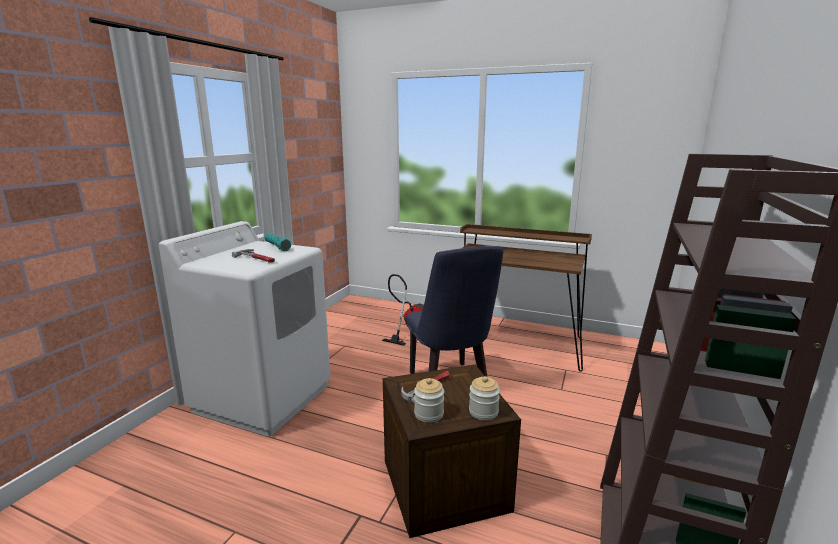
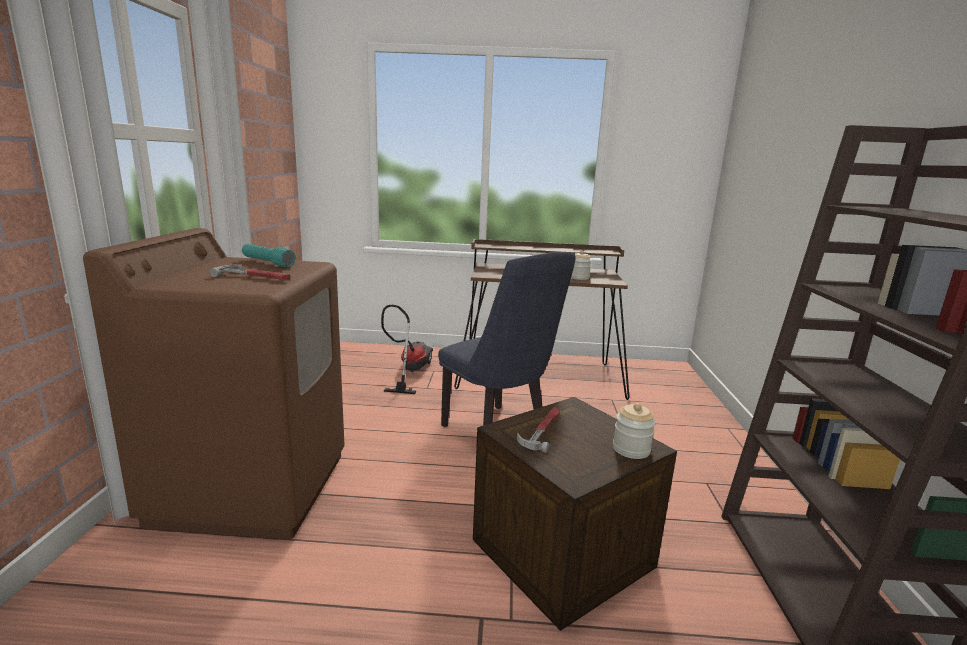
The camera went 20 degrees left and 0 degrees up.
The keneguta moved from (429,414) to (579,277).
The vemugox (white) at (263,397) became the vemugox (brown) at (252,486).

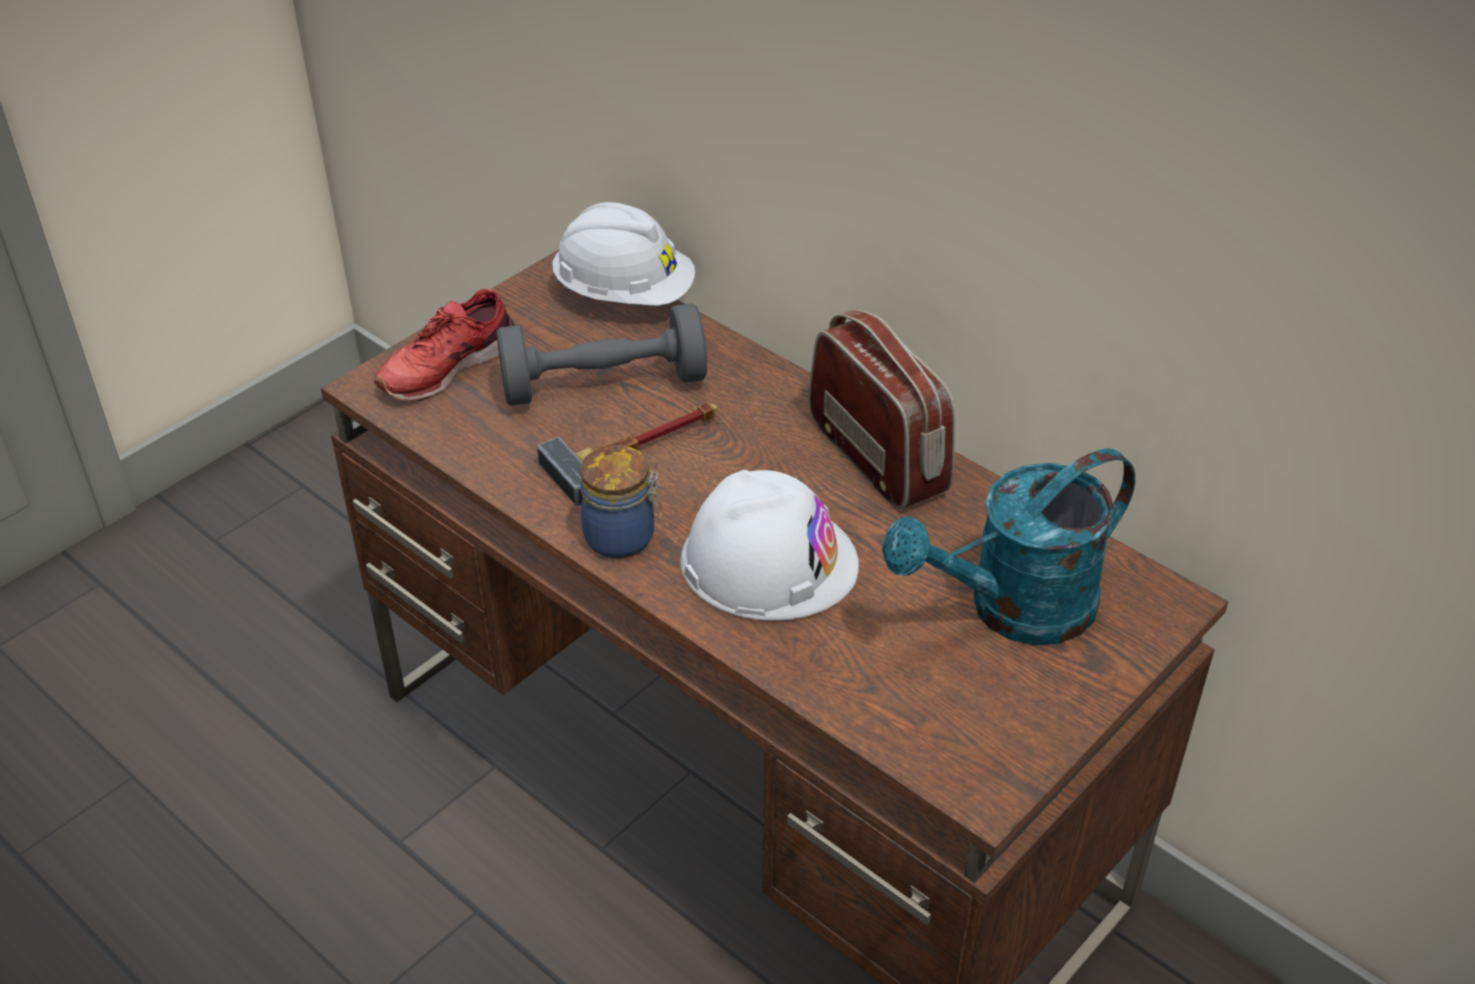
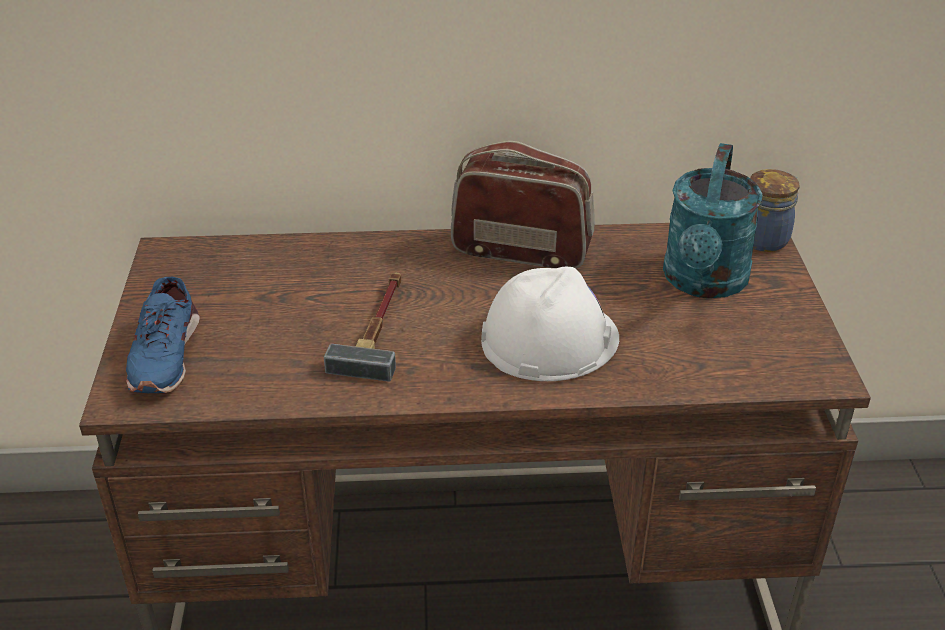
The camera went 45 degrees left and 5 degrees down.
The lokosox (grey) at (604,384) disappeared.
The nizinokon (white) at (624,294) disappeared.
The keneguta moved from (623,538) to (765,239).
The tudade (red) at (447,365) became the tudade (blue) at (164,355).

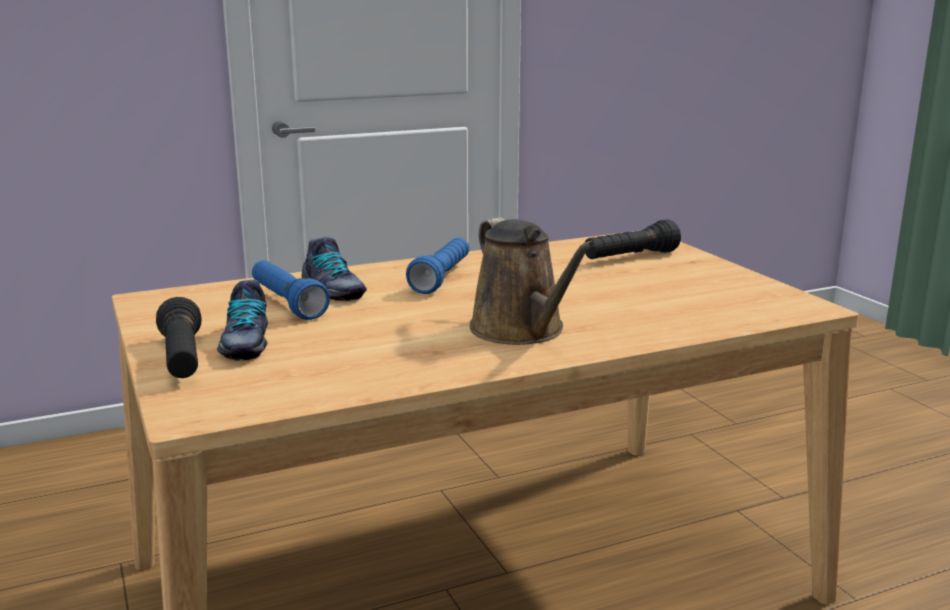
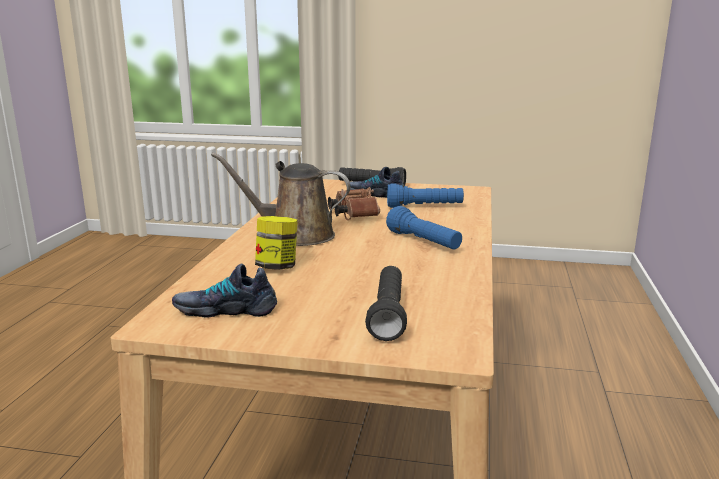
The camera went 125 degrees right and 0 degrees up.
The keneguta at (277,267) appeared.
The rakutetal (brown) at (353,214) appeared.
The tudade moved from (332,290) to (226,309).

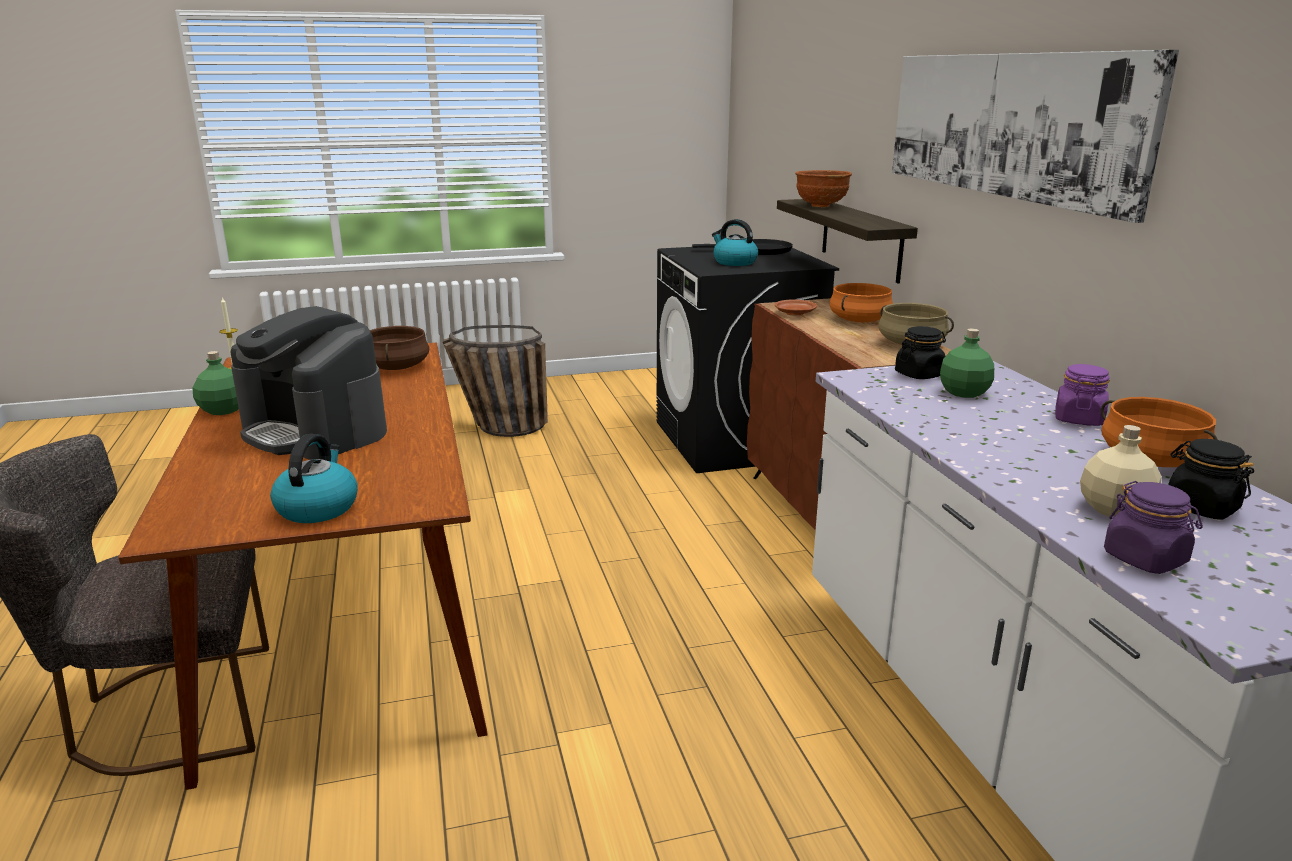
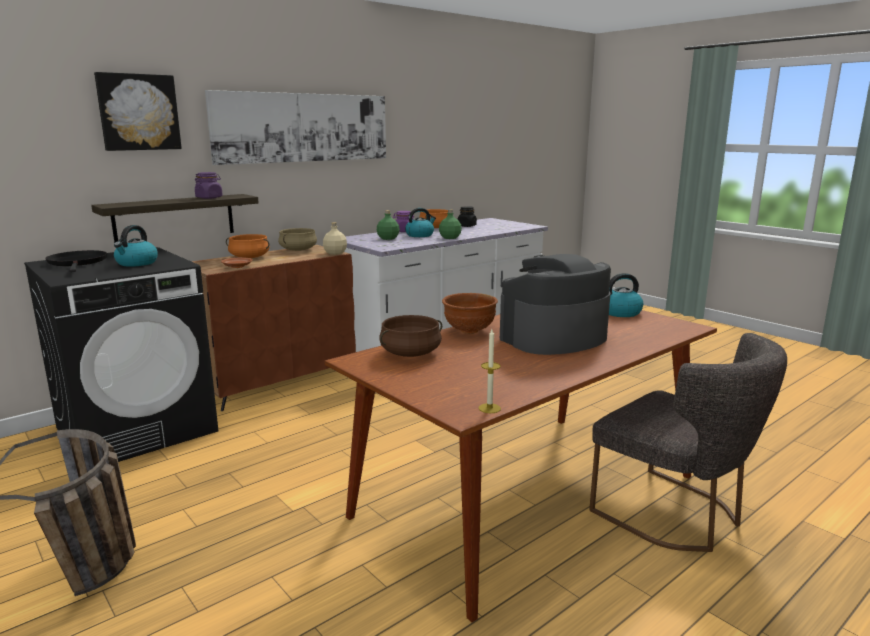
The camera went 115 degrees left and 5 degrees down.
The keneguta (black) at (919,374) disappeared.
The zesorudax at (138,112) appeared.
The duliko at (420,235) appeared.
The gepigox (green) moved from (223,410) to (450,238).
The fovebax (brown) moved from (821,206) to (468,331).
The gepigox (beige) moved from (1113,510) to (335,253).
The keneguta (purple) moved from (1145,559) to (209,198).
The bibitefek at (315,431) turned 135 degrees counterclockwise.

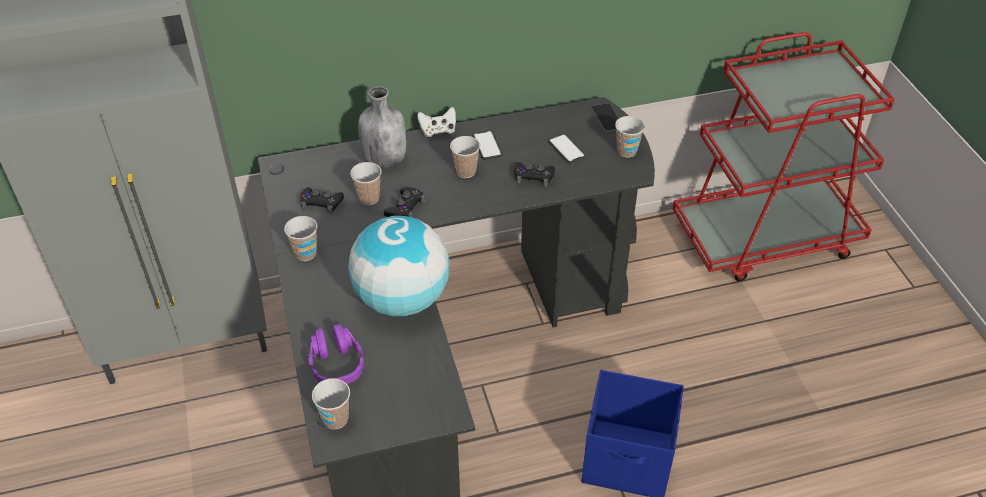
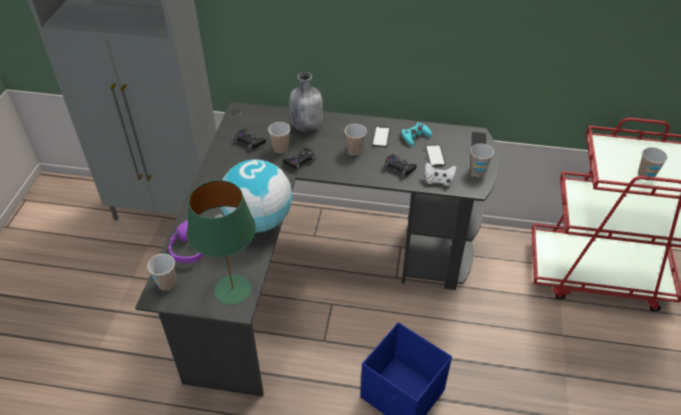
The camera went 25 degrees right and 0 degrees up.
The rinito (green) at (232,290) appeared.
The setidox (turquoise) at (415,136) appeared.
The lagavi moved from (305,253) to (645,175).
The setidox (white) moved from (438,131) to (438,181).

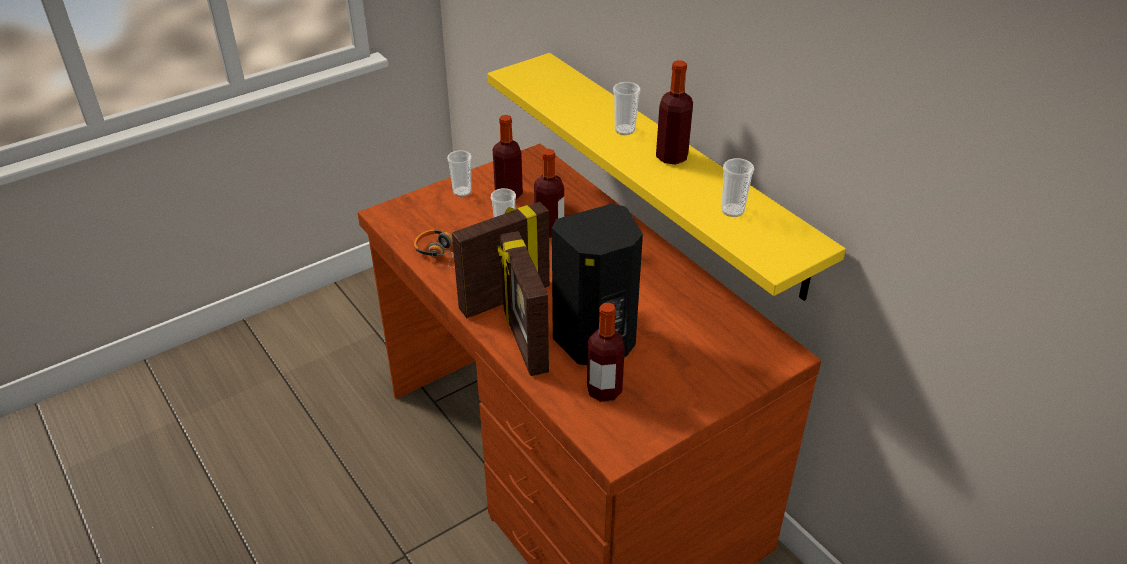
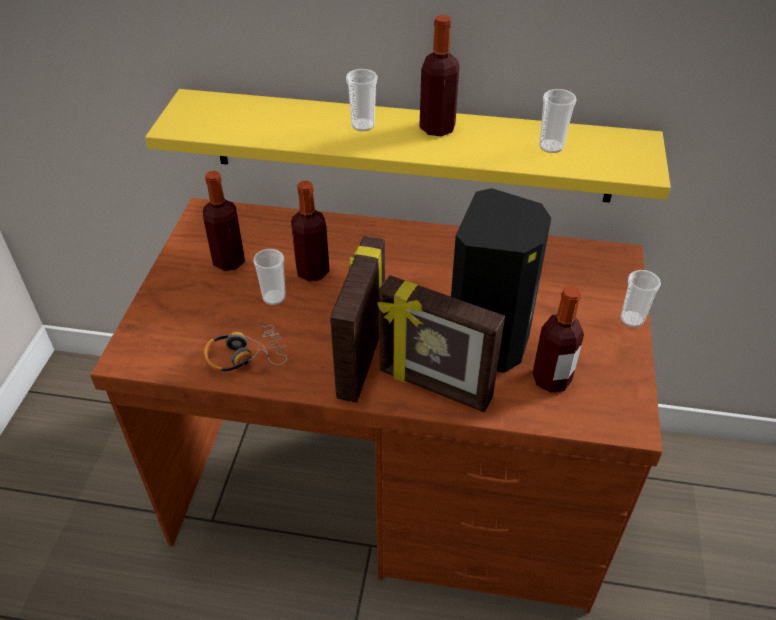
The camera went 45 degrees left and 5 degrees up.
The lagavi moved from (462,192) to (632,319).

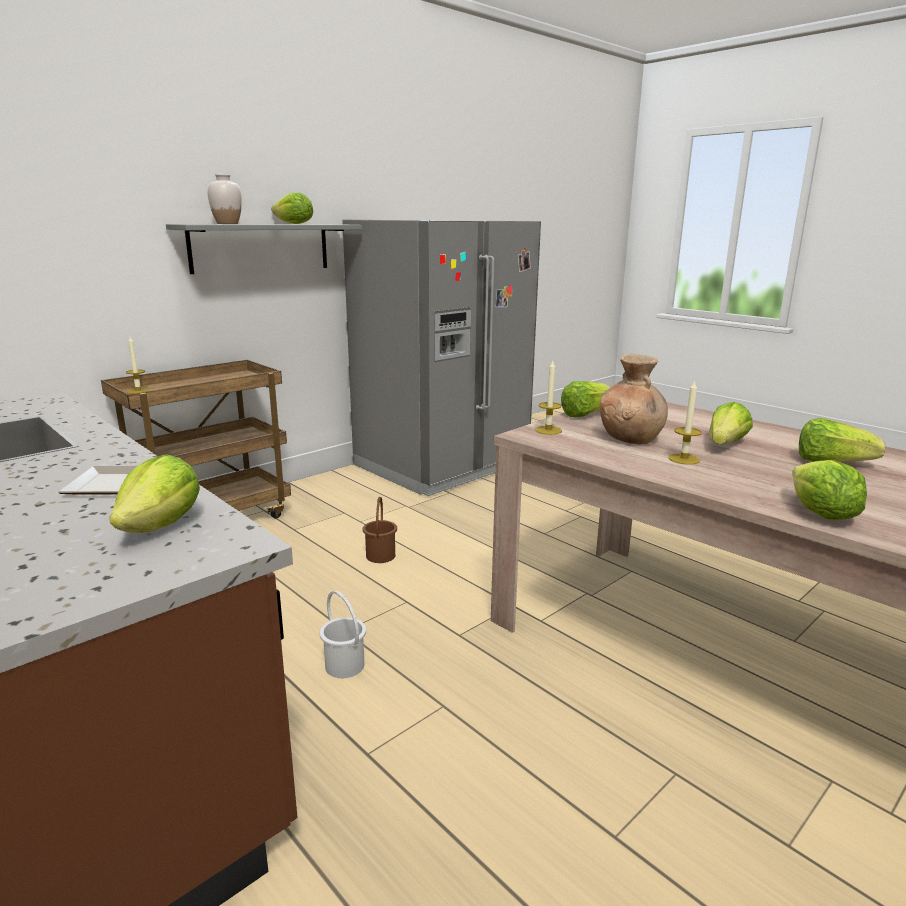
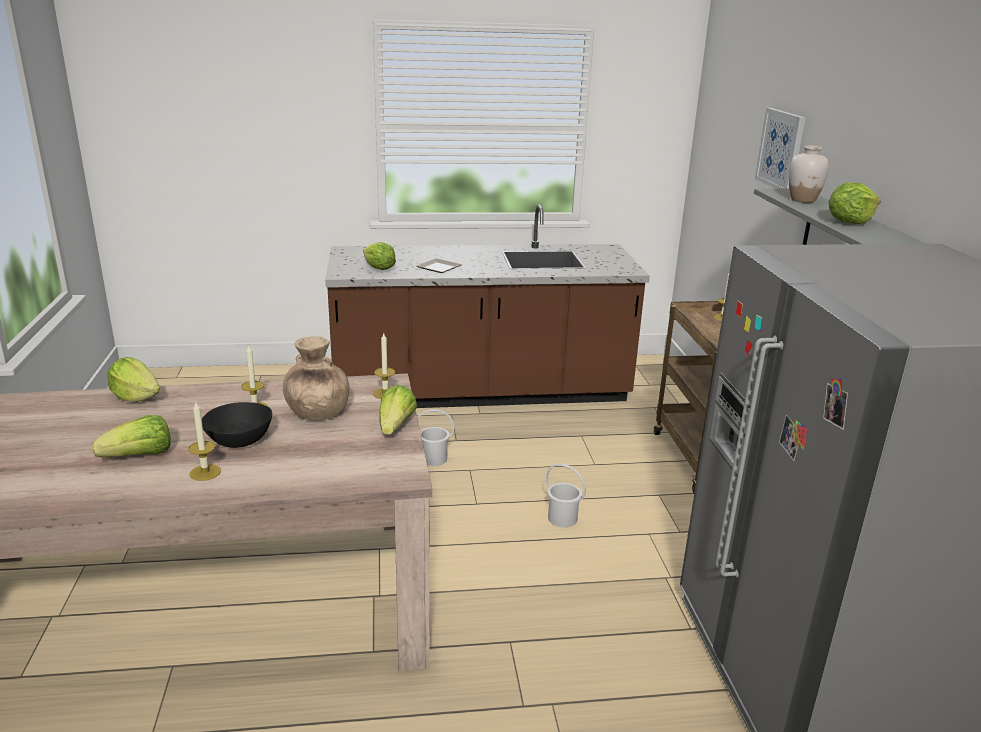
The camera went 125 degrees right and 5 degrees up.
The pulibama at (205,472) appeared.
The zesorudax at (781,150) appeared.
The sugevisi at (725,445) was replaced by the fovebax (black) at (239,440).
The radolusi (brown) at (380,556) became the radolusi (white) at (562,518).

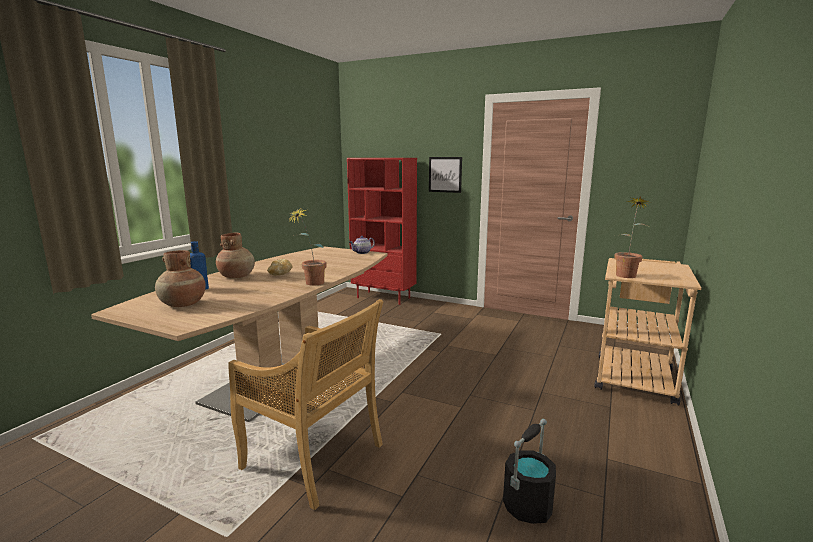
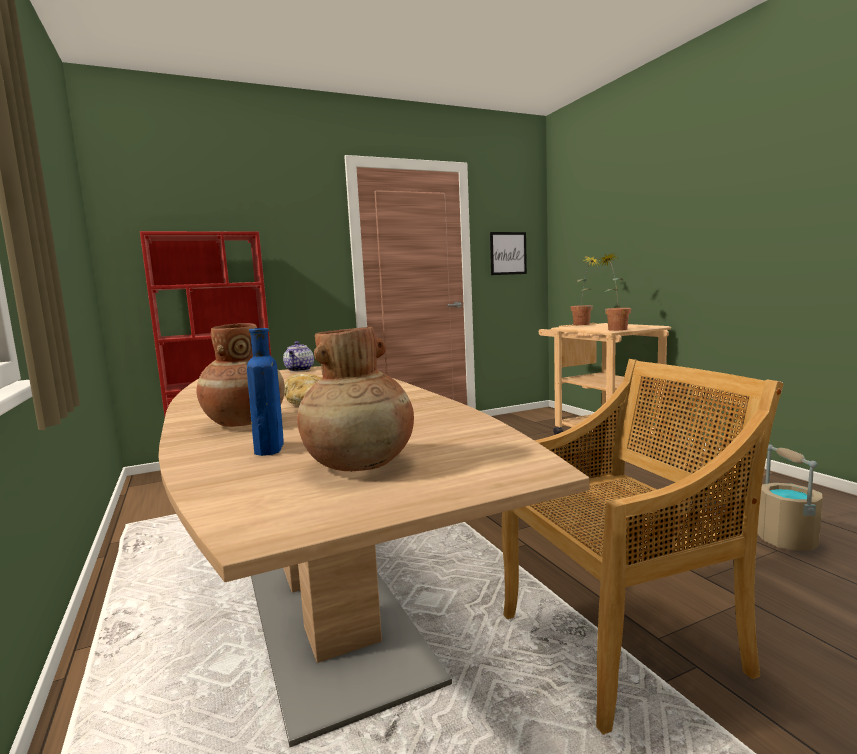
The camera went 50 degrees left and 5 degrees down.
The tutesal moved from (310,284) to (584,324).
The zesorudax moved from (445,174) to (508,253).
The radolusi (black) at (527,506) became the radolusi (beige) at (786,540).

